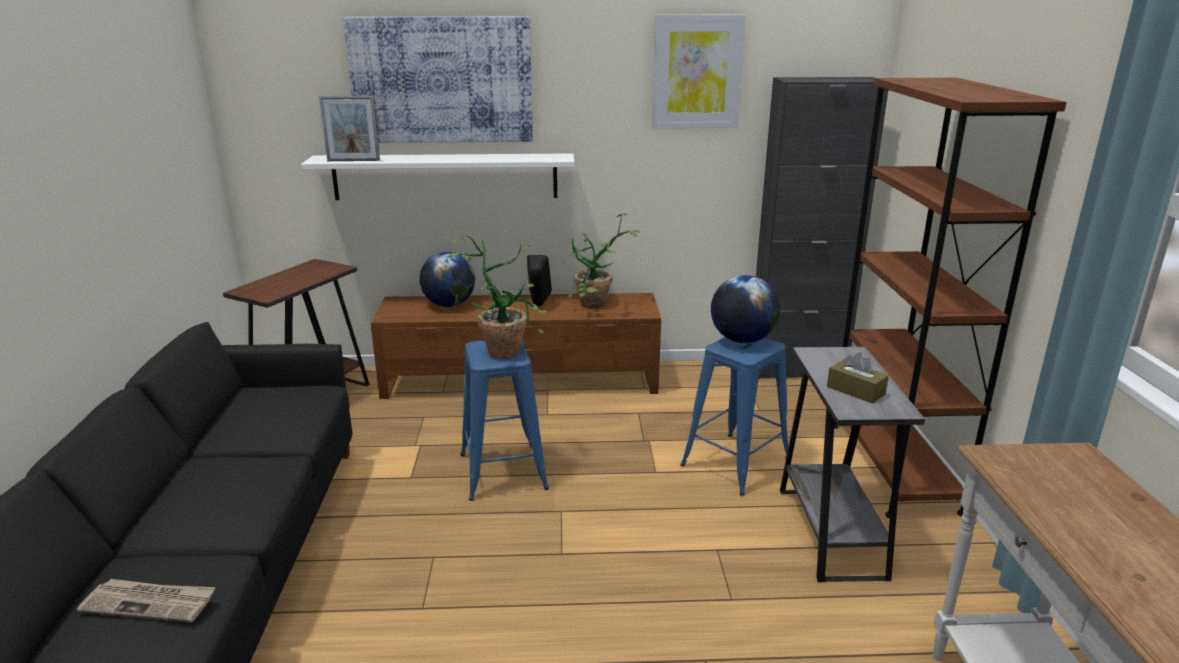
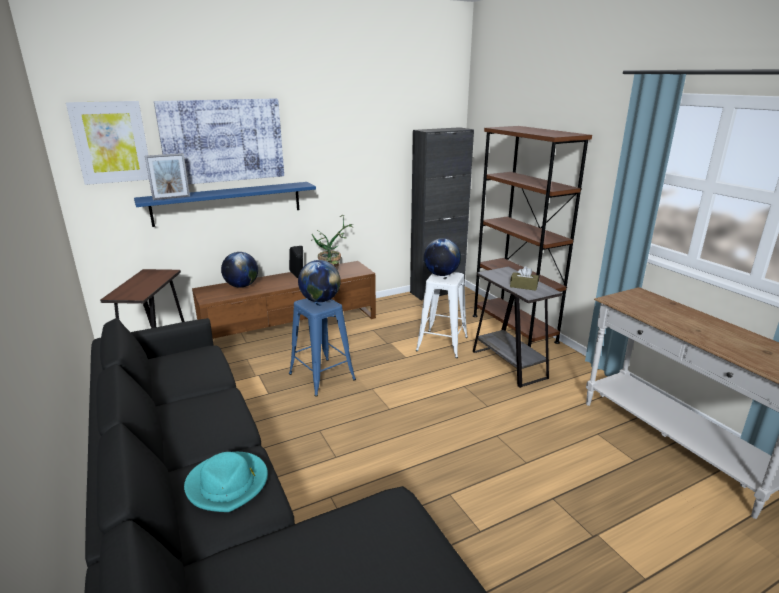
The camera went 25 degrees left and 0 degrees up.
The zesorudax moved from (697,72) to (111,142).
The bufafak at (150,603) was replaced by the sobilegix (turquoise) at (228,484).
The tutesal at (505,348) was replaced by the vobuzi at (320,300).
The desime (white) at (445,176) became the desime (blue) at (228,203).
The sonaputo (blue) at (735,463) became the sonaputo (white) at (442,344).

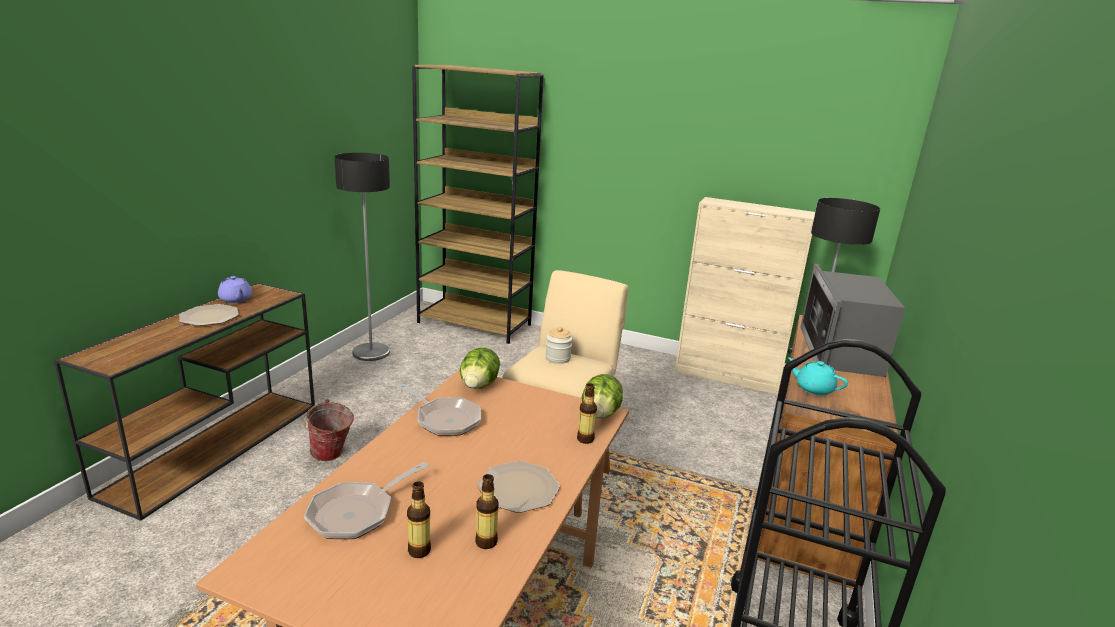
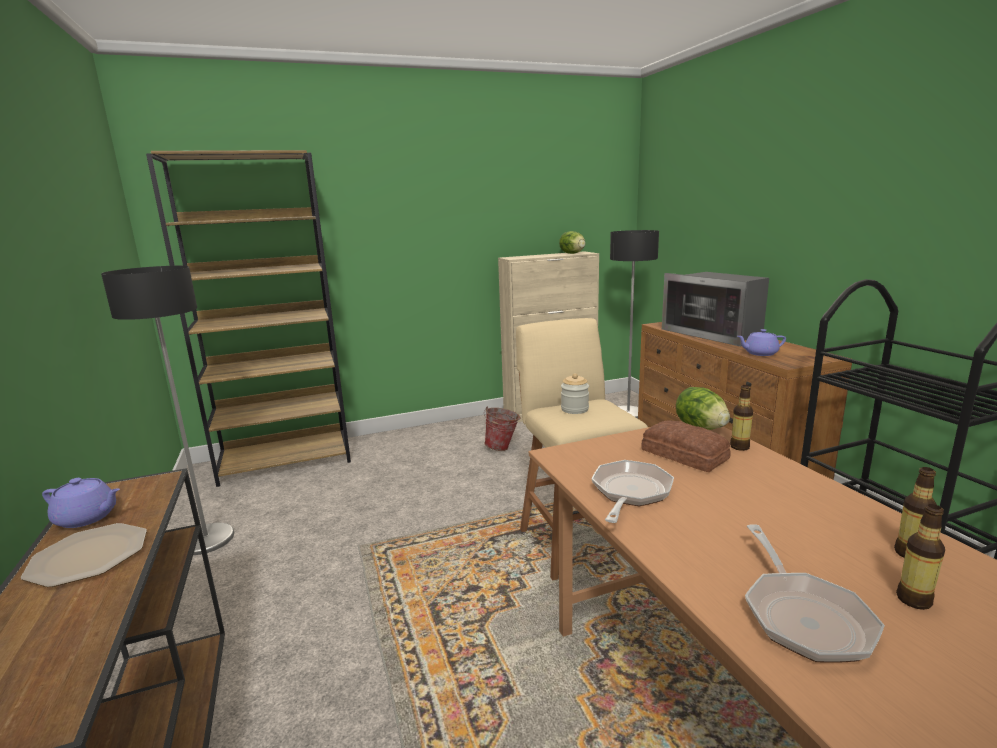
The camera went 40 degrees left and 5 degrees down.
The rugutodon at (519,488) disappeared.
The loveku at (684,455) appeared.
The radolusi moved from (331,456) to (503,448).
The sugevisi moved from (479,385) to (572,253).
The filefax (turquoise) at (813,388) became the filefax (purple) at (760,353).
The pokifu at (444,419) turned 60 degrees counterclockwise.

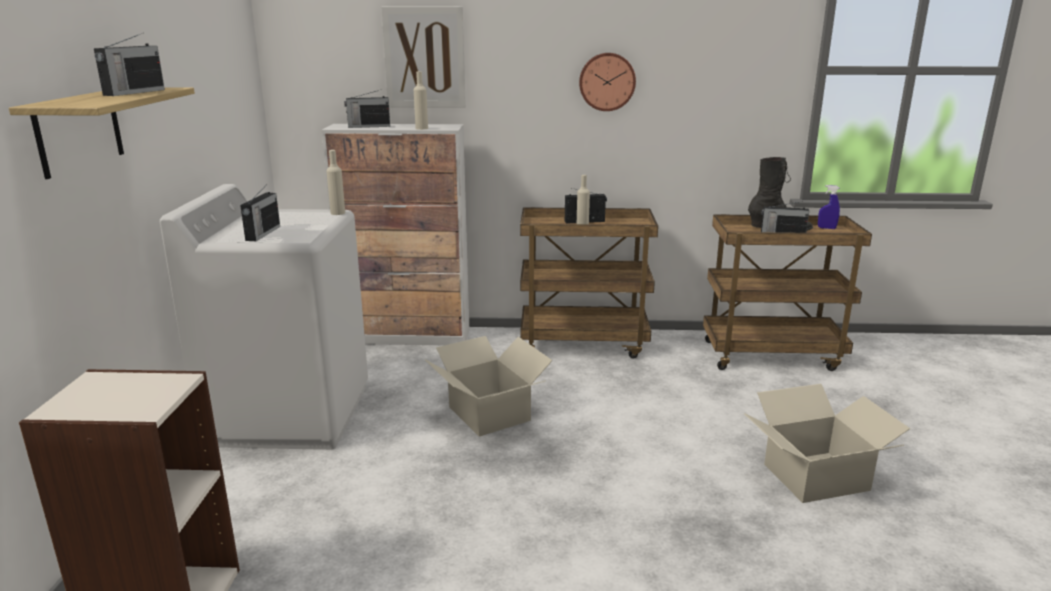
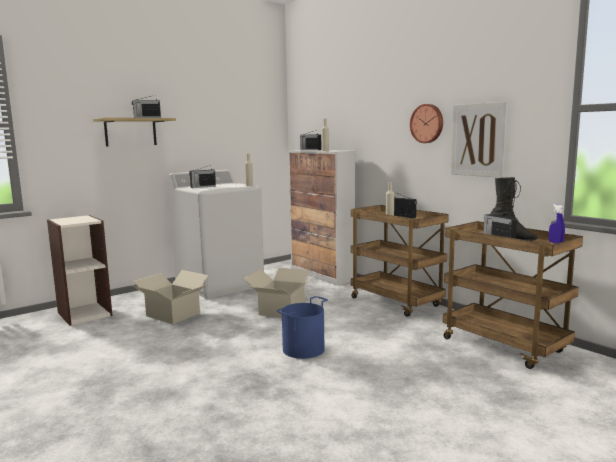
The camera went 50 degrees right and 10 degrees down.
The radolusi (blue) at (304,349) appeared.
The zesorudax moved from (424,57) to (478,140).
The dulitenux moved from (817,477) to (172,315).

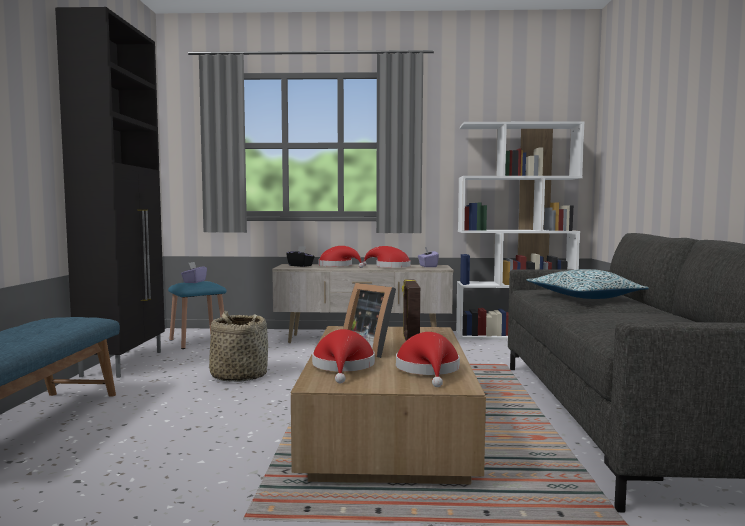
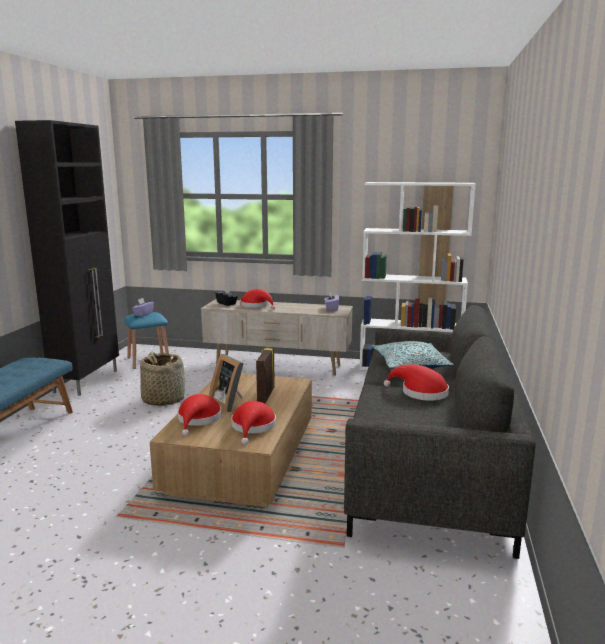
The camera went 10 degrees right and 10 degrees up.
The sobilegix (red) moved from (389,267) to (420,392).

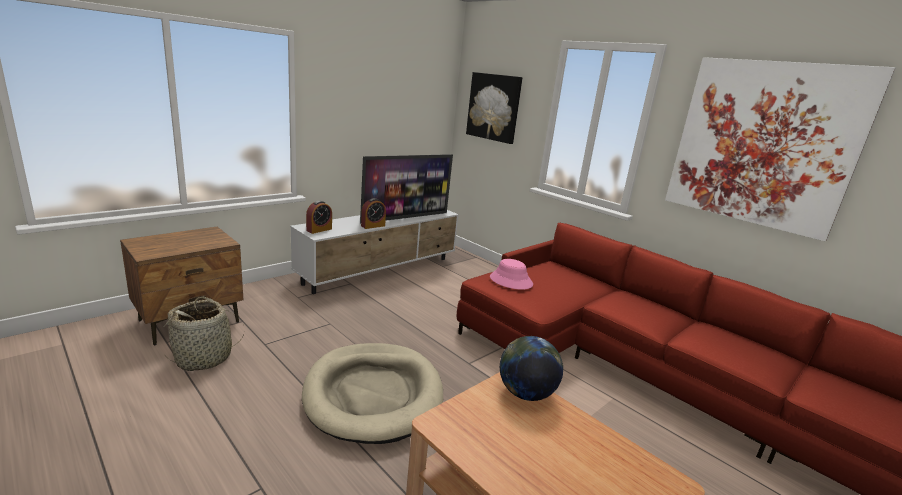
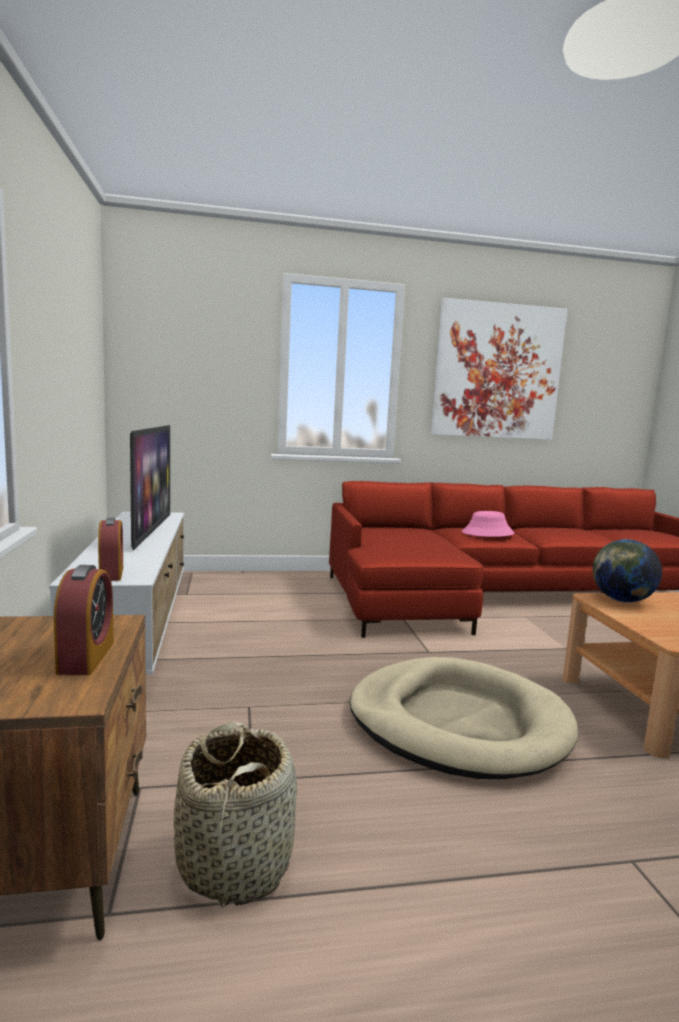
The camera went 55 degrees left and 10 degrees down.
The zesorudax at (494,107) disappeared.
The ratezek moved from (373,226) to (86,657).
The sobilegix (pink) moved from (510,281) to (487,533).

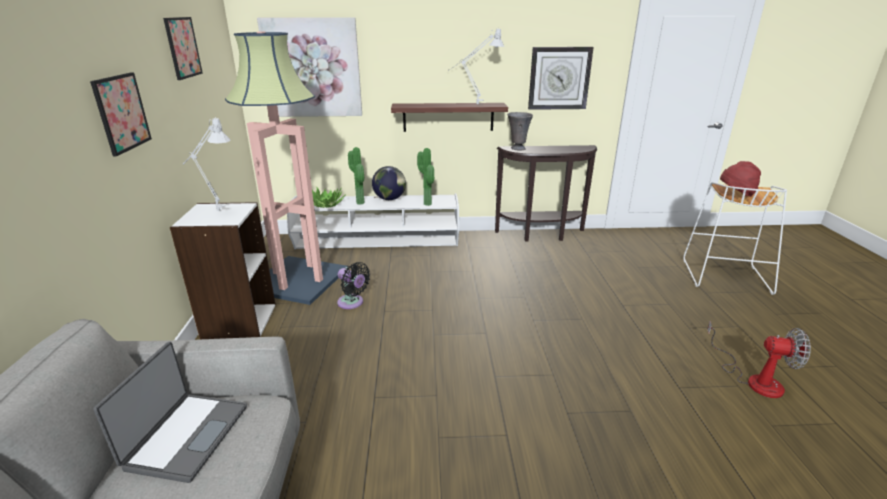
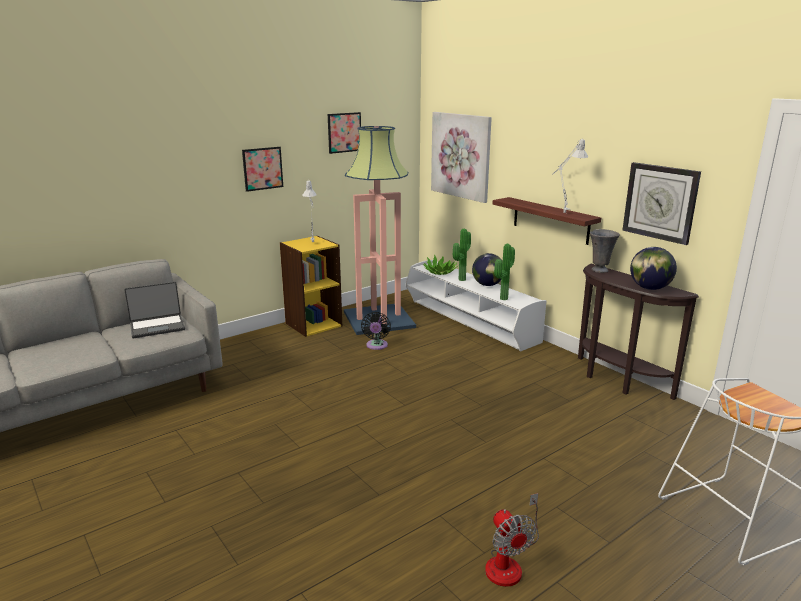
The camera went 55 degrees right and 5 degrees down.
The sobilegix (red) at (736,194) disappeared.
The vobuzi at (649,288) appeared.
The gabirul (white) at (239,321) became the gabirul (yellow) at (313,324).

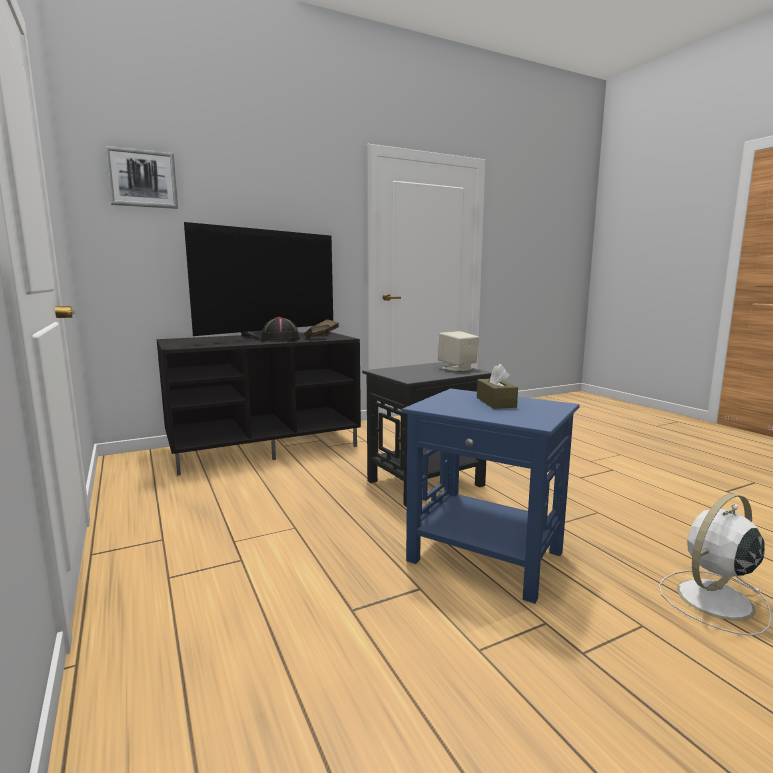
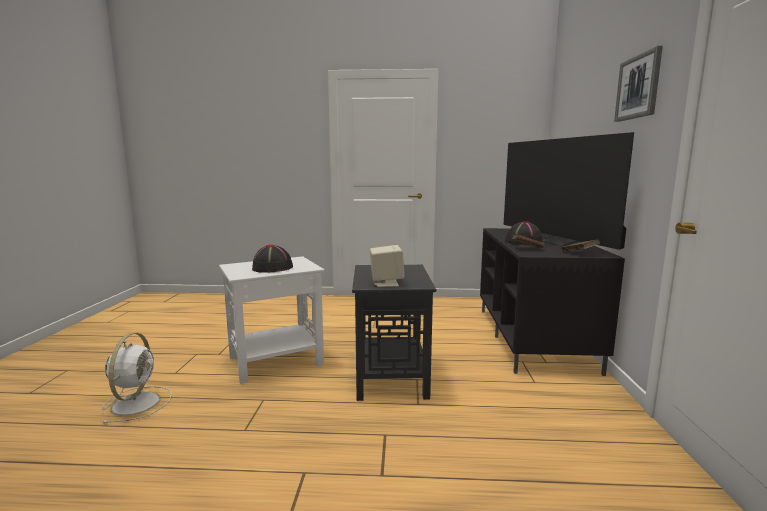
The camera went 120 degrees right and 0 degrees up.
The zesorudax moved from (142,179) to (638,87).
The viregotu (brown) at (496,402) was replaced by the sobilegix (black) at (273,268).
The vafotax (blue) at (487,557) became the vafotax (white) at (274,361).

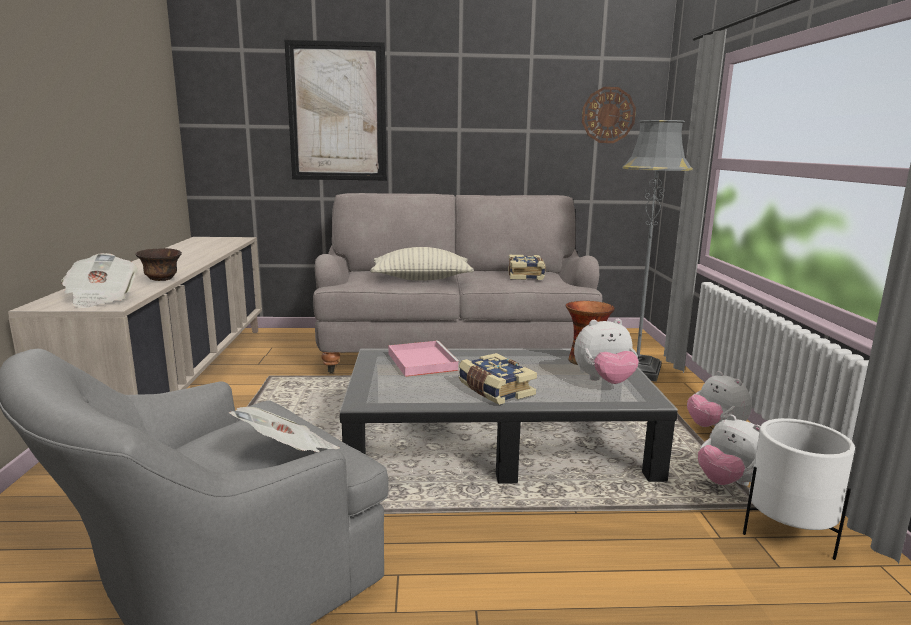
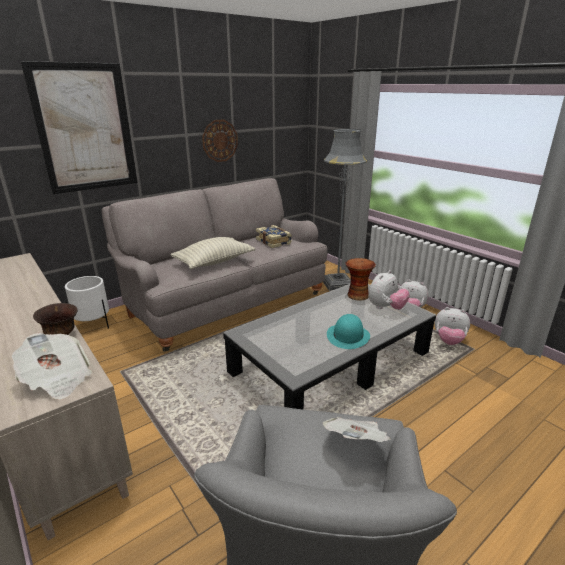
The camera went 35 degrees left and 10 degrees up.
The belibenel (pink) at (421,361) disappeared.
The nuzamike moved from (608,115) to (220,140).
The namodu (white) moved from (787,533) to (93,324).
The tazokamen at (494,390) was replaced by the sobilegix (turquoise) at (348,336).

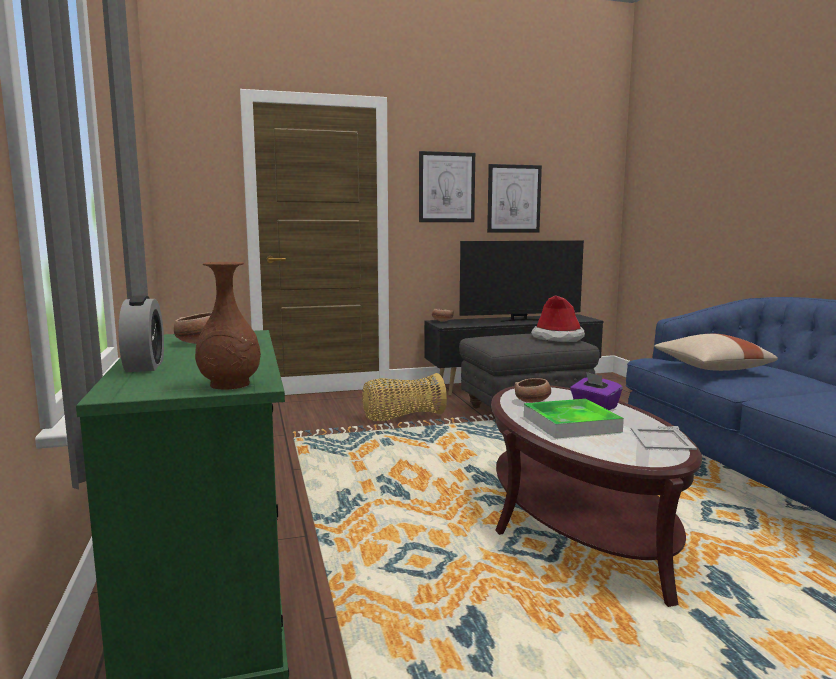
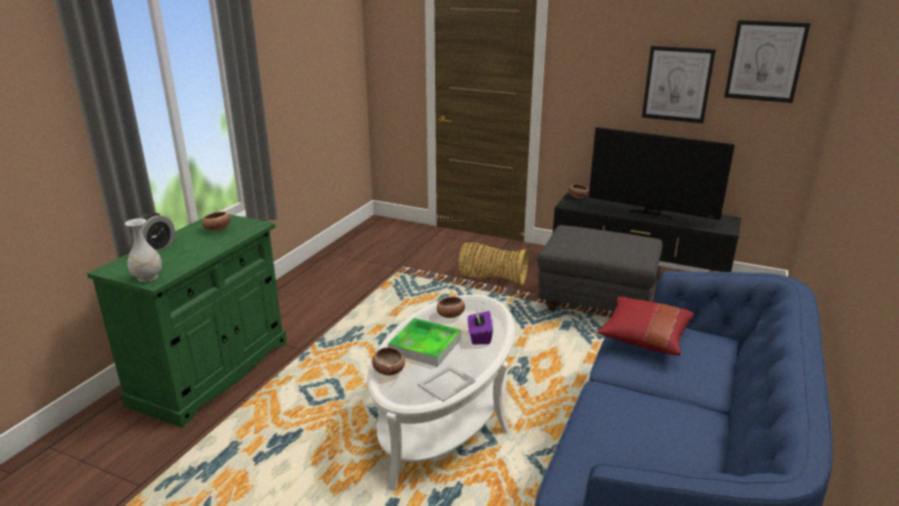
The camera went 40 degrees right and 15 degrees up.
The sobilegix at (557,338) disappeared.
The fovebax at (389,370) appeared.
The zesorudax moved from (446,187) to (765,61).
The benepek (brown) at (229,385) became the benepek (white) at (147,277).
The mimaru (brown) at (577,522) became the mimaru (white) at (446,413).
The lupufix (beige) at (711,368) became the lupufix (red) at (644,338).

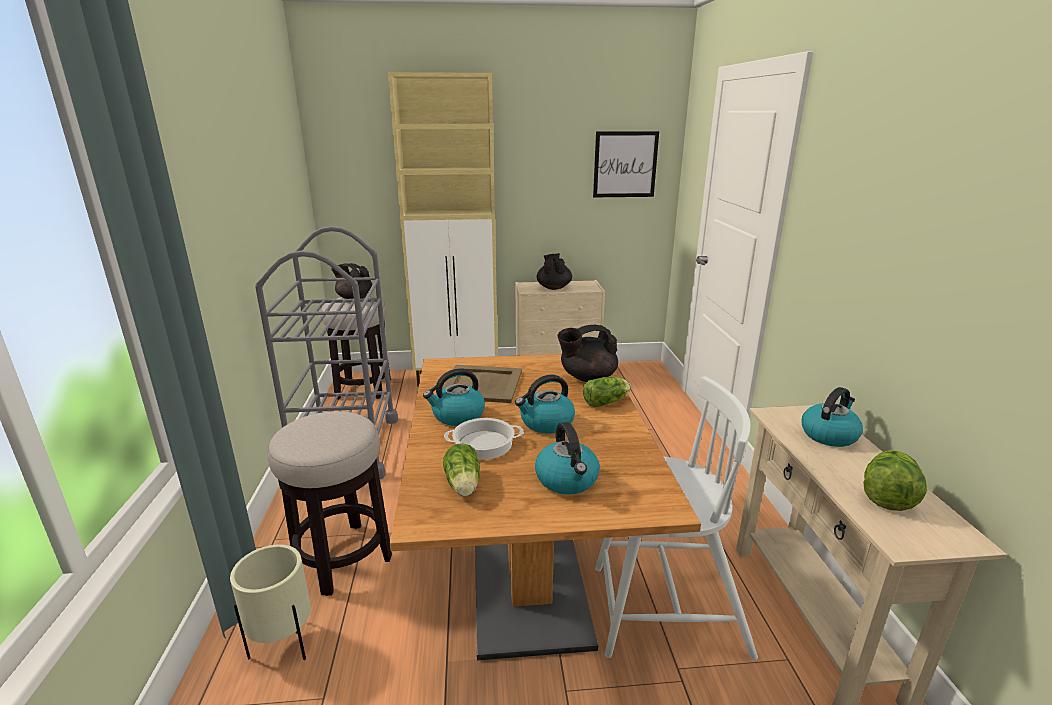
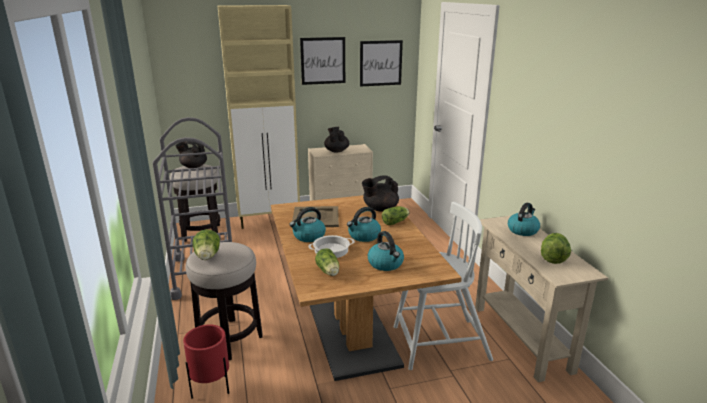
The camera went 10 degrees left and 0 degrees up.
The sugevisi at (207,257) appeared.
The zesorudax at (323,60) appeared.
The namodu (beige) at (284,645) became the namodu (red) at (211,388).

